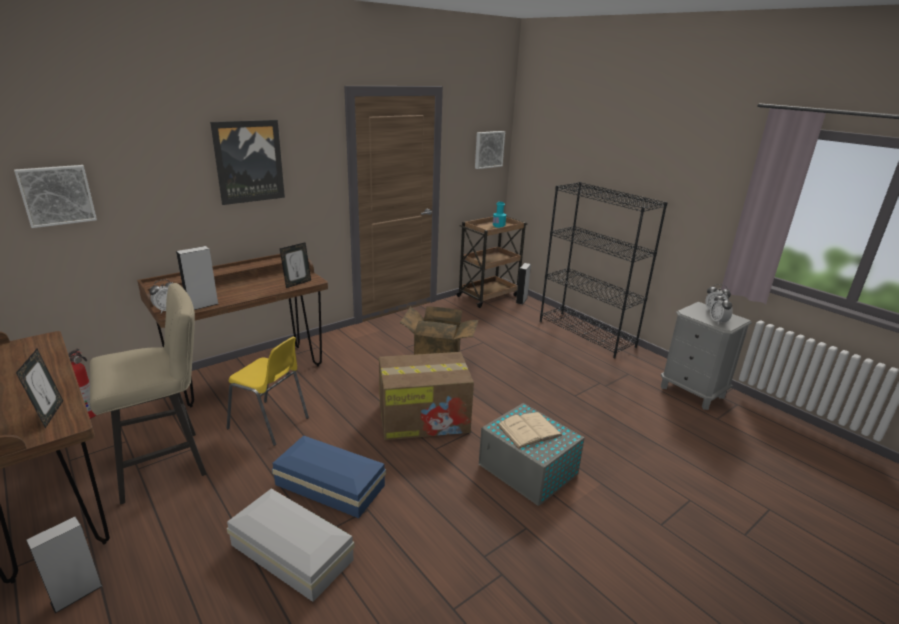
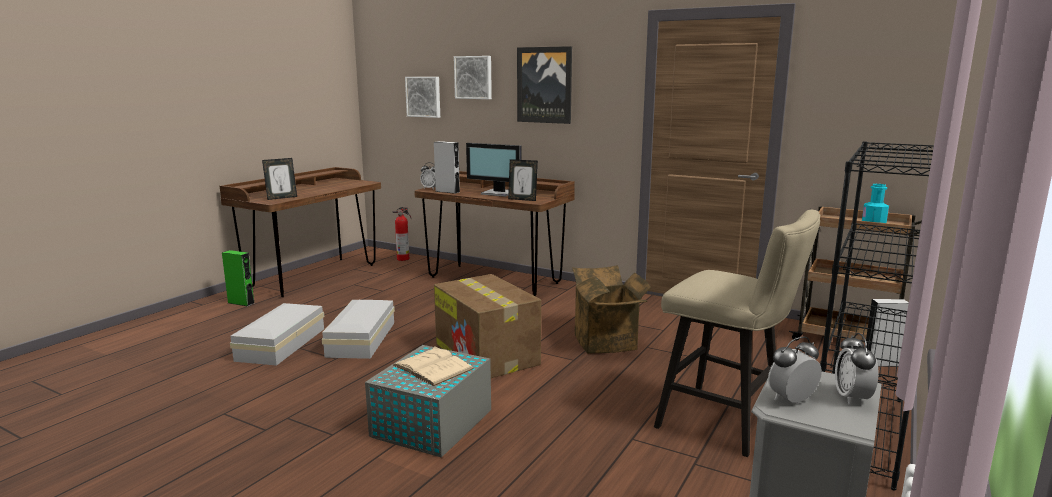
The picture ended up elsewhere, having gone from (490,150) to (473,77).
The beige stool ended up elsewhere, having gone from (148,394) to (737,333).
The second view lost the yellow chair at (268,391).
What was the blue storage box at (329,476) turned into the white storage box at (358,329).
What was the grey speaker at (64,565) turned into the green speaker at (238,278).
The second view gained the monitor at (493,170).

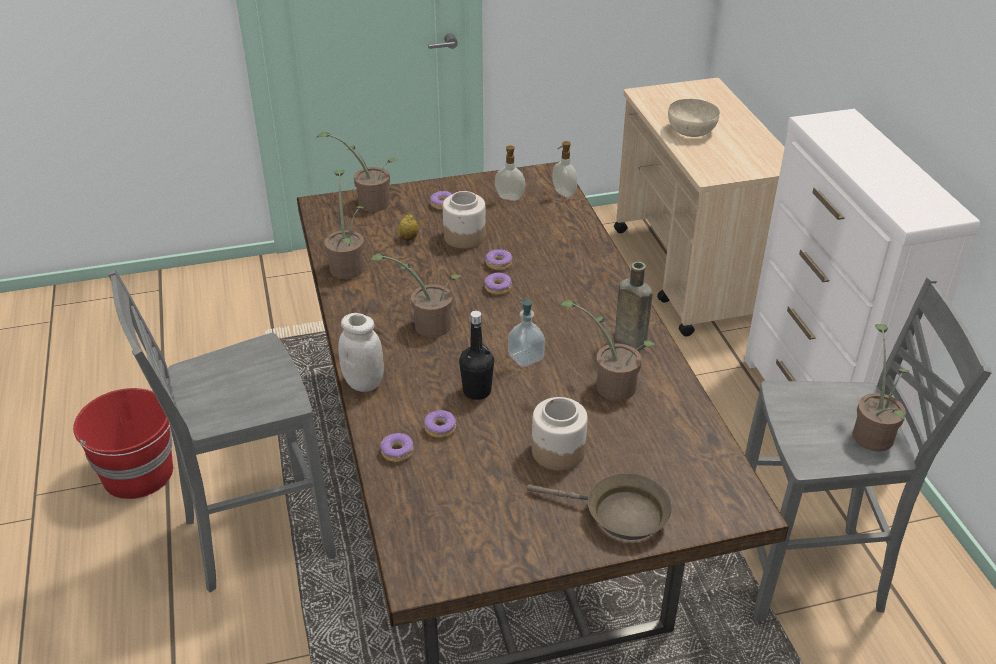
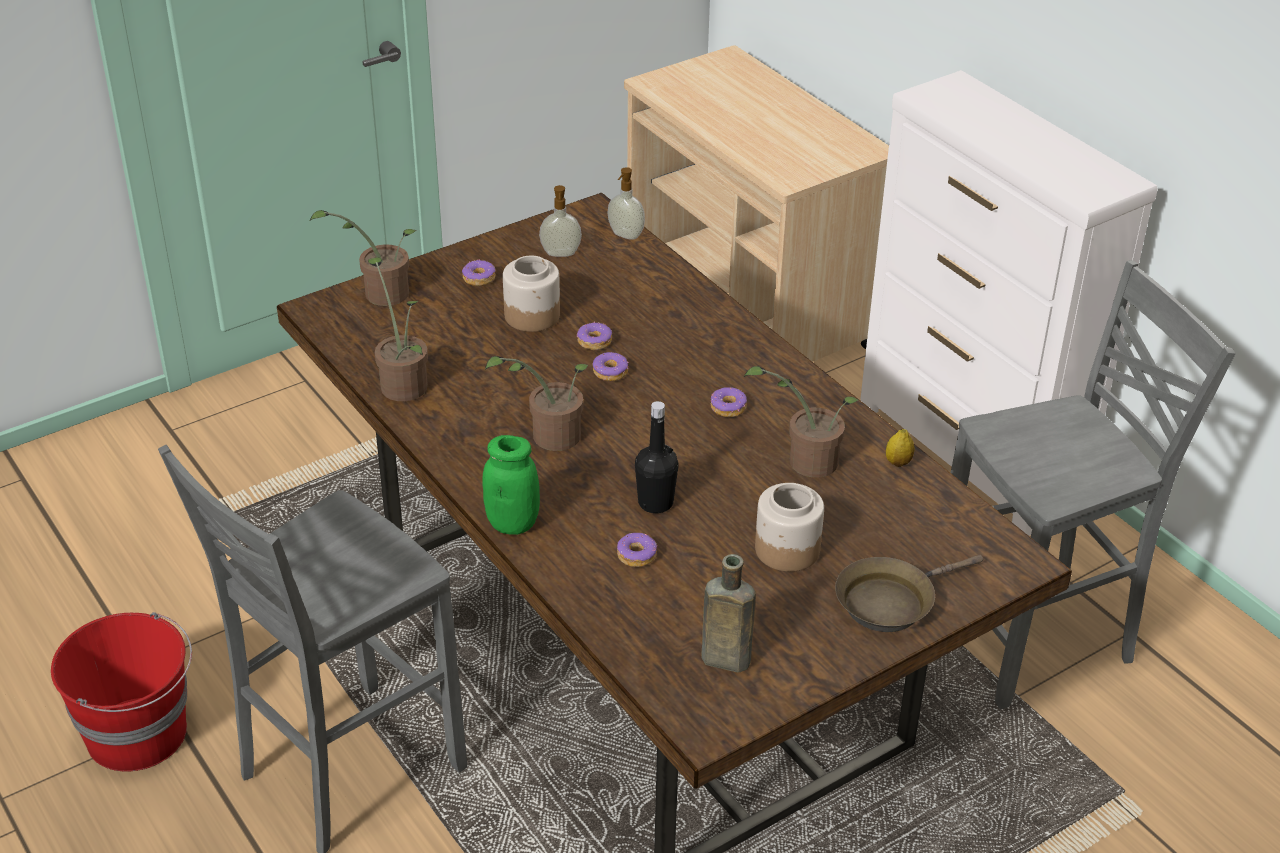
The second view lost the beige bowl at (694,118).
The lemon ended up elsewhere, having gone from (408,227) to (900,448).
The brown bottle ended up elsewhere, having gone from (634,306) to (728,613).
The second view lost the soap dispenser at (526,333).
What was the white jar at (361,352) turned into the green jar at (511,485).
The second view lost the potted plant at (881,388).
The donut ended up elsewhere, having gone from (397,447) to (729,402).
The brown frying pan at (599,506) ended up facing another way, 150 degrees clockwise from before.

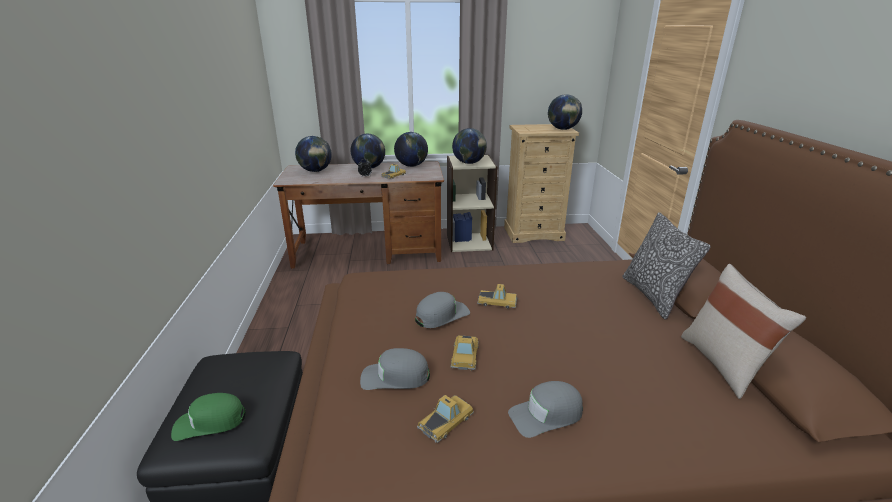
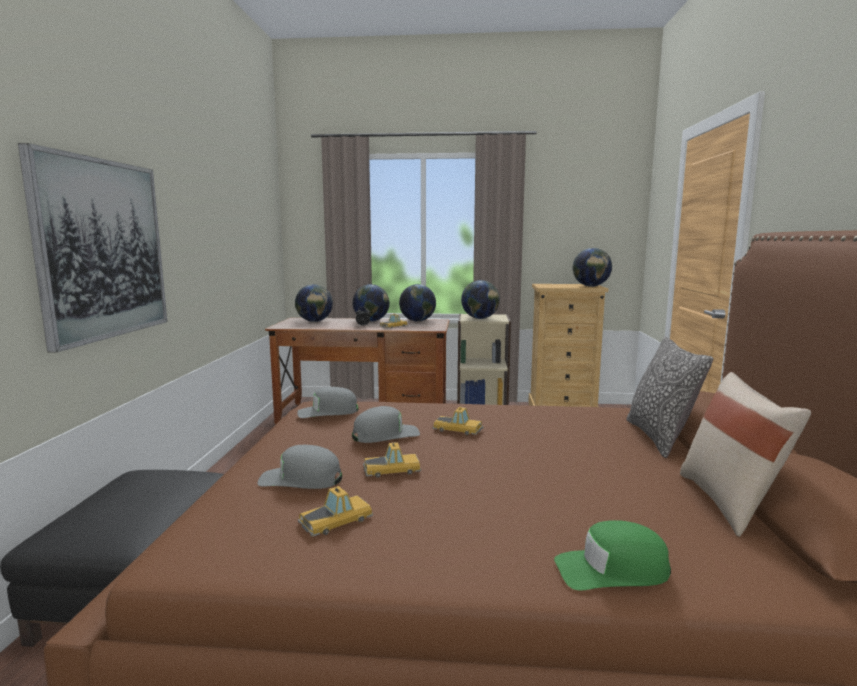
The toy car at (464,353) ended up facing another way, 120 degrees counterclockwise from before.
The grey cap ended up elsewhere, having gone from (545,409) to (327,402).
The green cap ended up elsewhere, having gone from (208,417) to (612,555).
The second view gained the picture at (92,248).

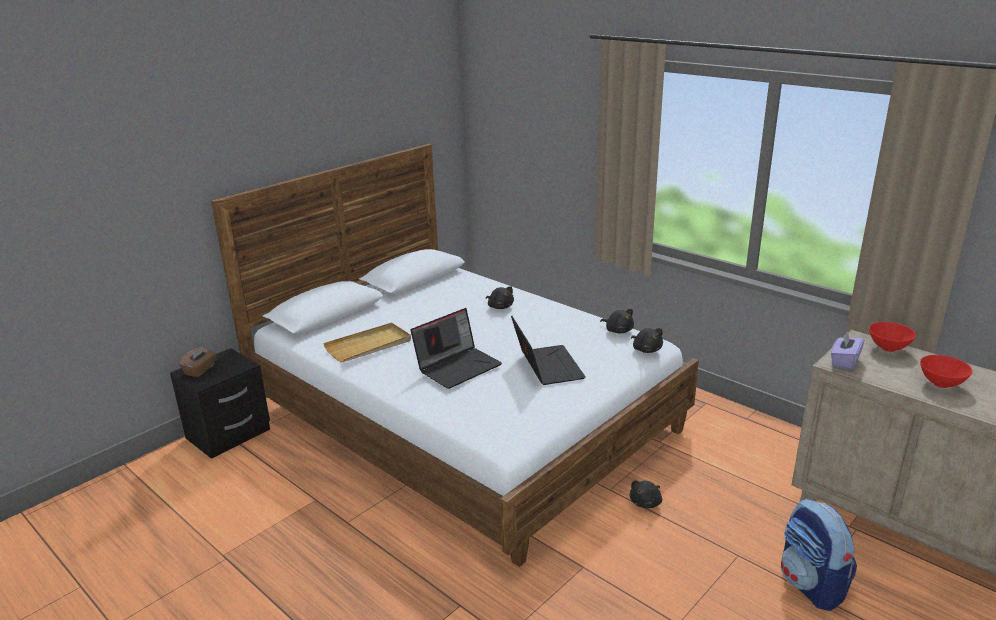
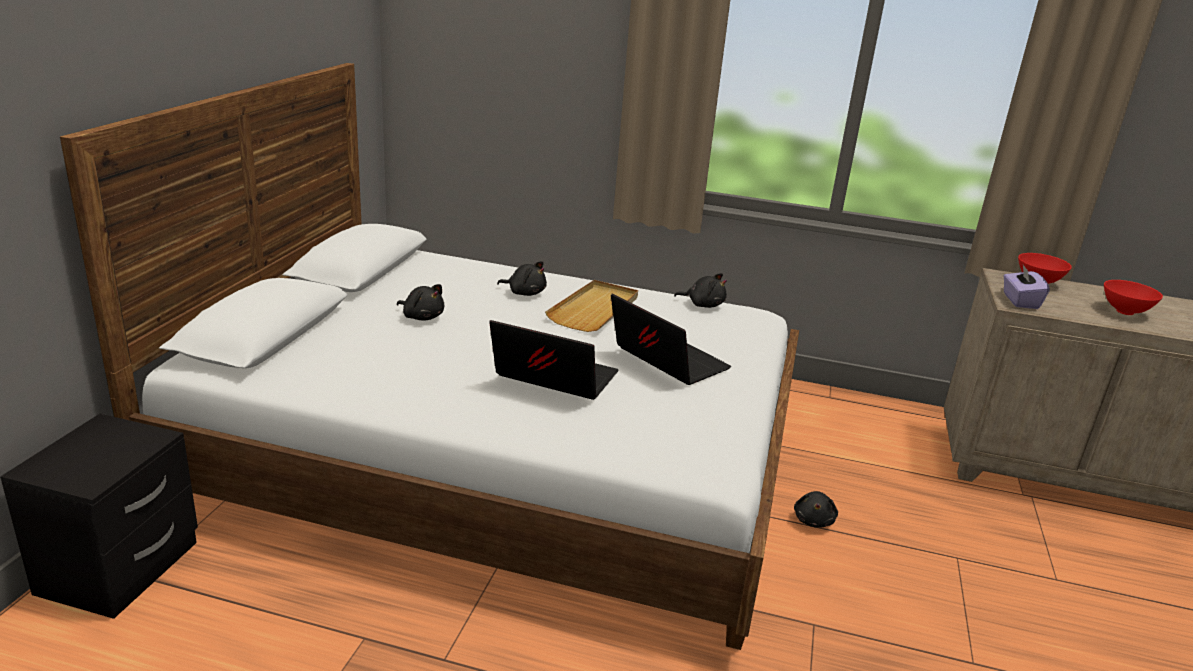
The laptop at (456,348) ended up facing another way, 90 degrees counterclockwise from before.
The beige tray ended up elsewhere, having gone from (367,342) to (591,306).
The black plush toy ended up elsewhere, having gone from (647,340) to (420,302).
The second view lost the brown tissue box at (197,361).
The second view lost the backpack at (819,554).

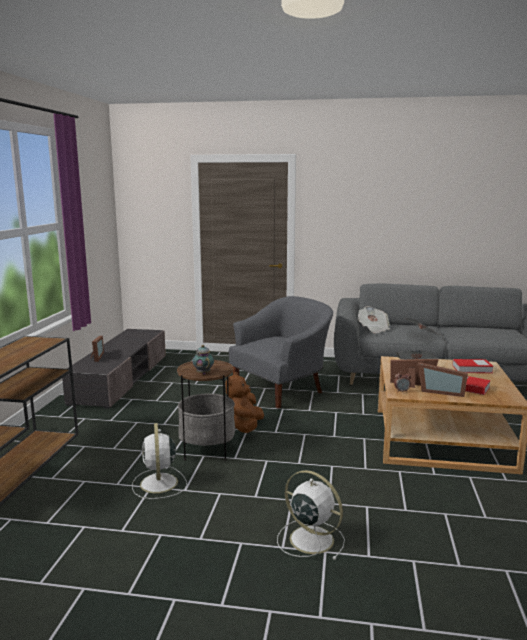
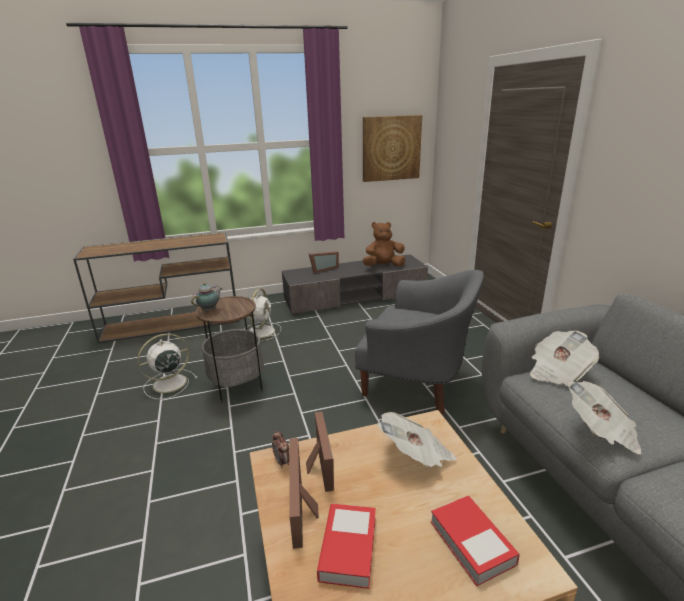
The brown plush toy ended up elsewhere, having gone from (244,402) to (384,244).
The white fan ended up elsewhere, having gone from (311,515) to (264,315).
The second view gained the picture at (392,148).

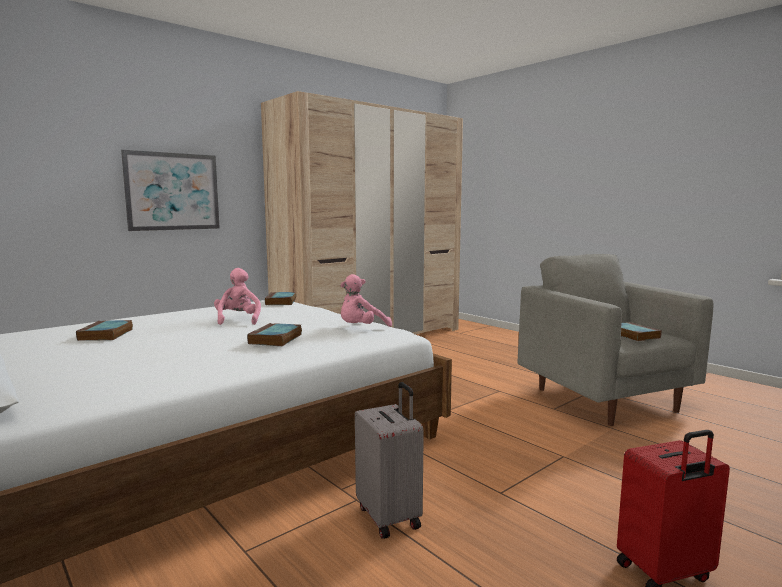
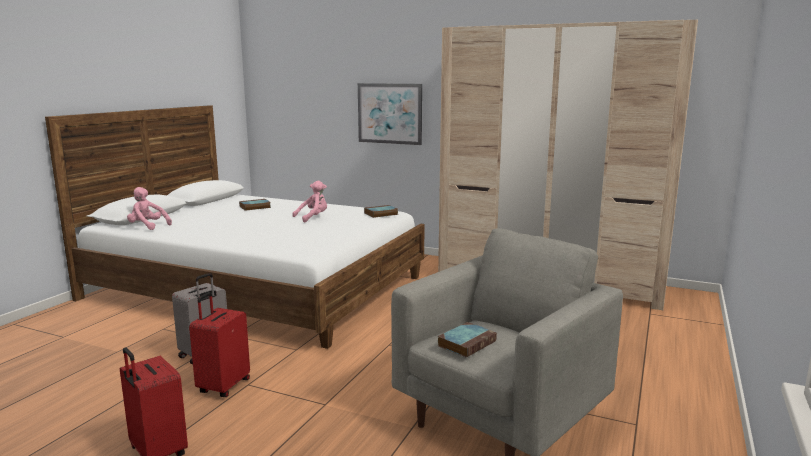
The pink plush toy ended up elsewhere, having gone from (366,300) to (149,208).
The second view lost the book at (274,334).
The second view gained the red suitcase at (219,344).

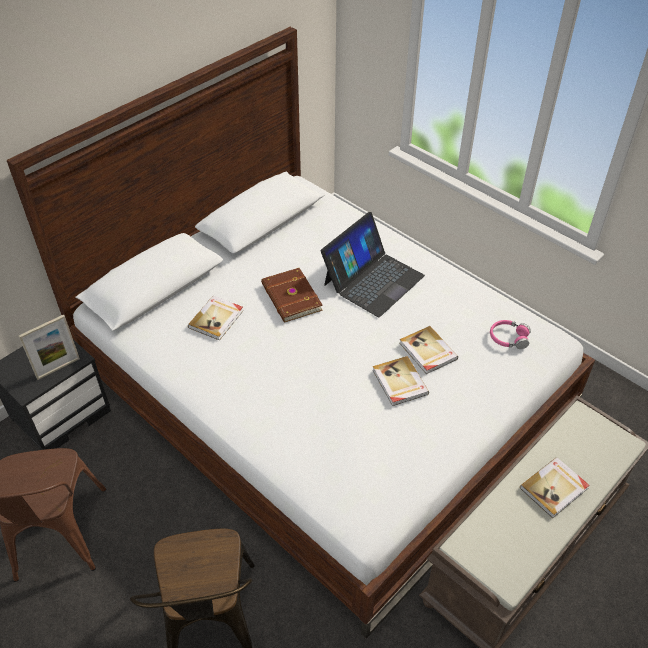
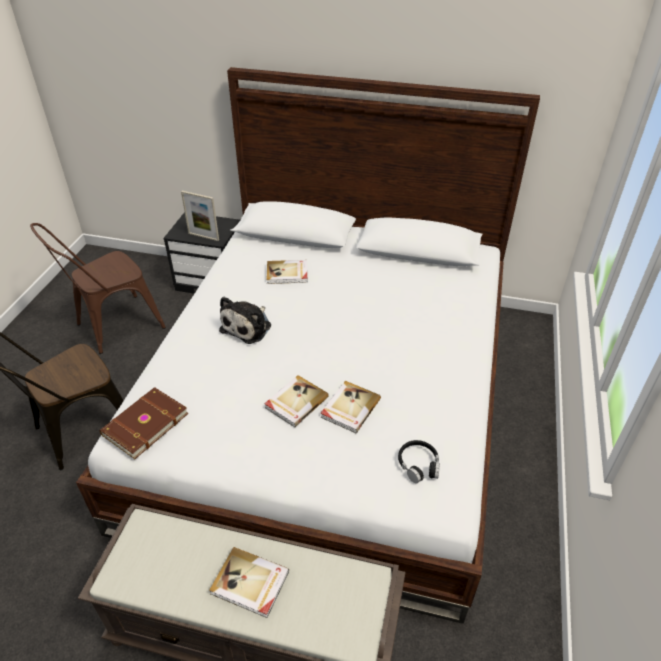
The second view lost the laptop at (373,264).
The brown book ended up elsewhere, having gone from (292,295) to (144,423).
What was the pink headphones at (510,334) turned into the black headphones at (419,462).
The second view gained the plush toy at (245,320).

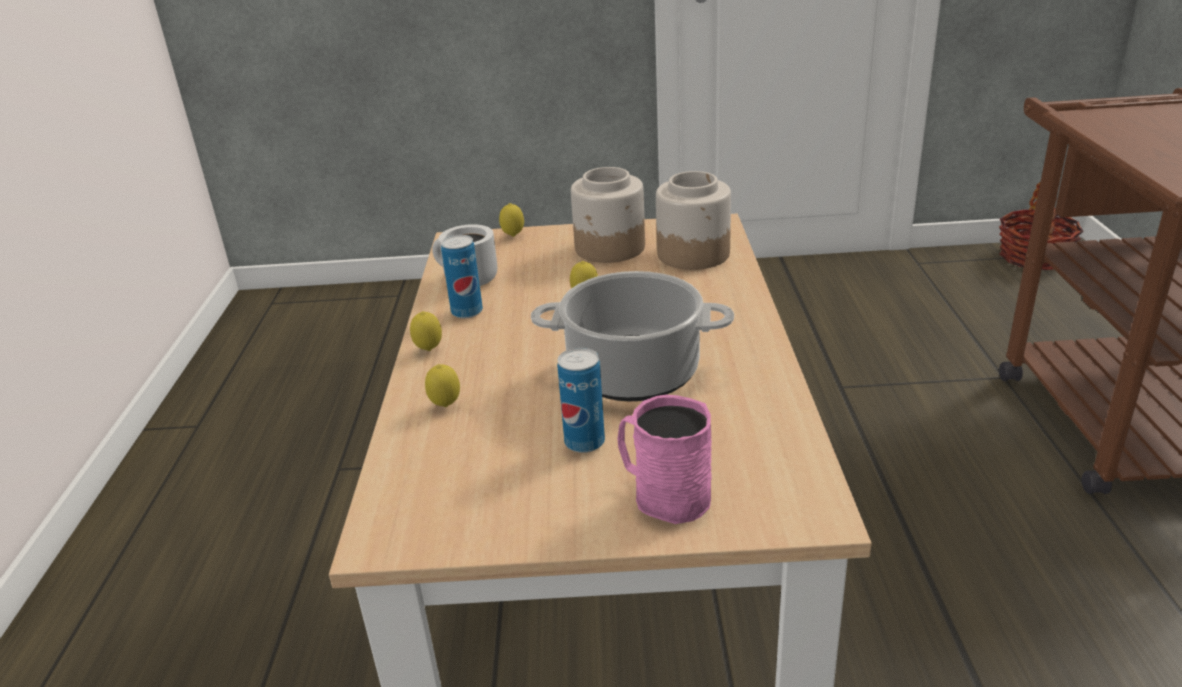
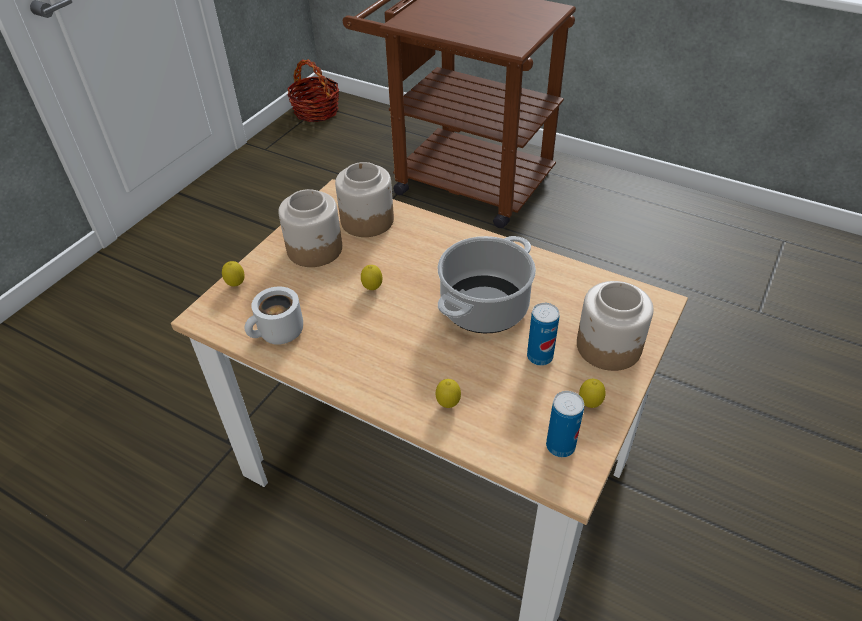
The can ended up elsewhere, having gone from (462,276) to (565,424).
The lemon ended up elsewhere, having gone from (426,331) to (592,393).
Where the pink mug stood at (664,459), the jar came to stand at (615,326).

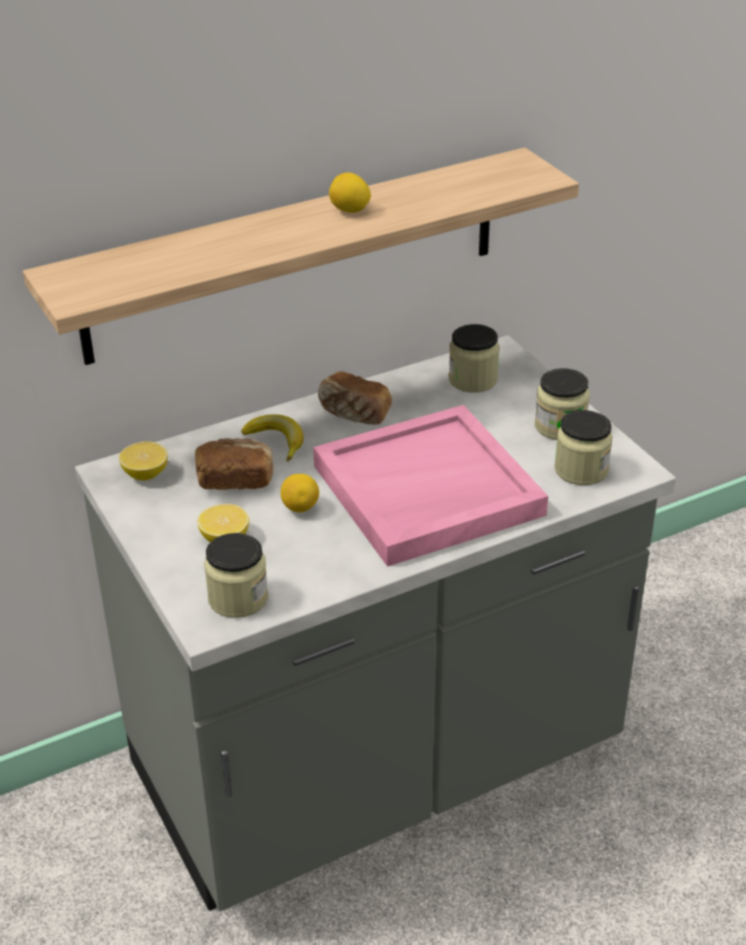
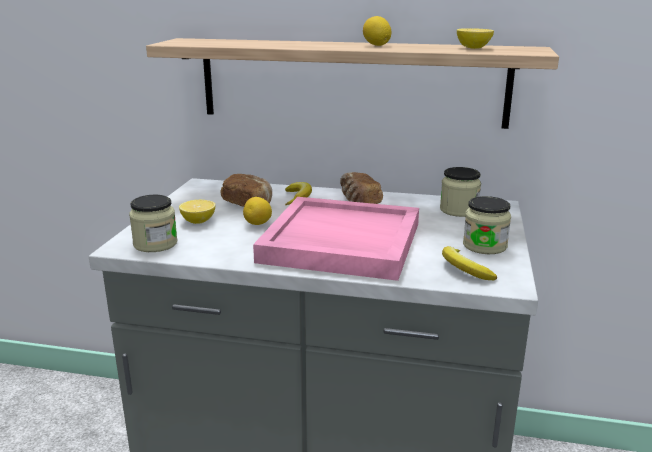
Where the jar stood at (583,447), the banana came to stand at (469,263).
The lemon ended up elsewhere, having gone from (143,460) to (475,38).

